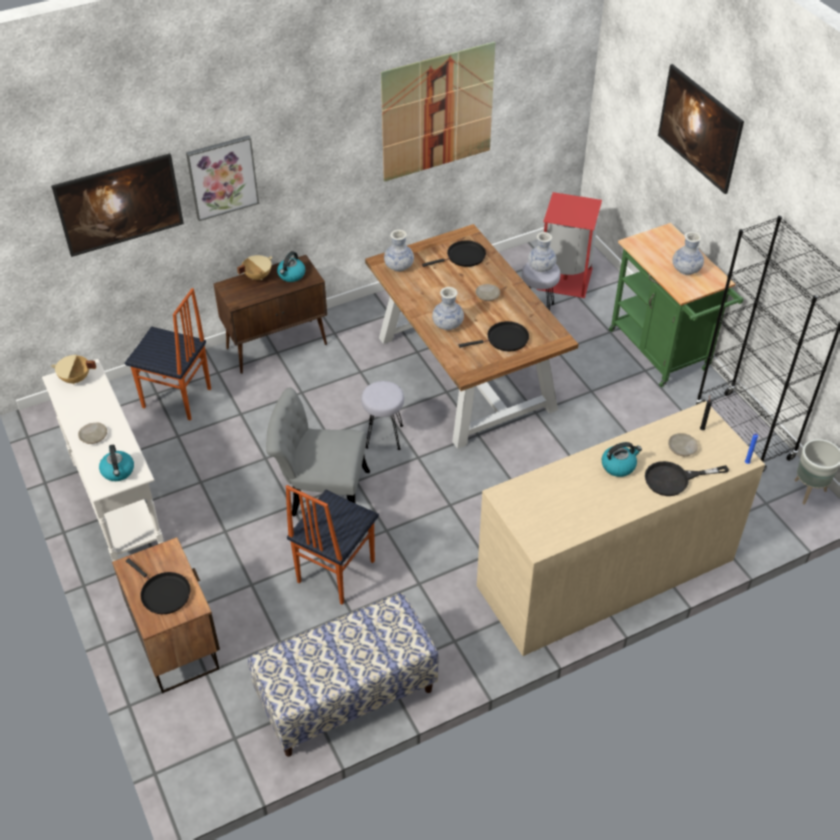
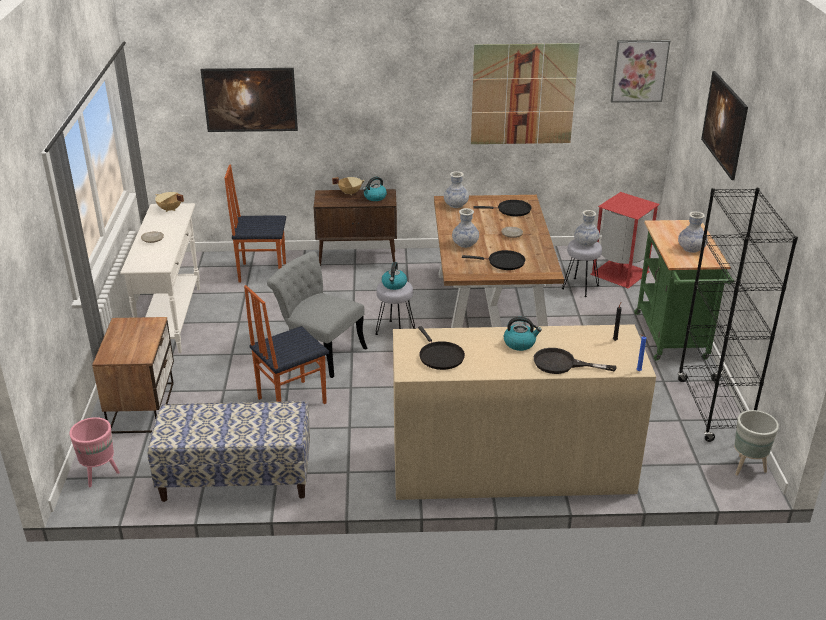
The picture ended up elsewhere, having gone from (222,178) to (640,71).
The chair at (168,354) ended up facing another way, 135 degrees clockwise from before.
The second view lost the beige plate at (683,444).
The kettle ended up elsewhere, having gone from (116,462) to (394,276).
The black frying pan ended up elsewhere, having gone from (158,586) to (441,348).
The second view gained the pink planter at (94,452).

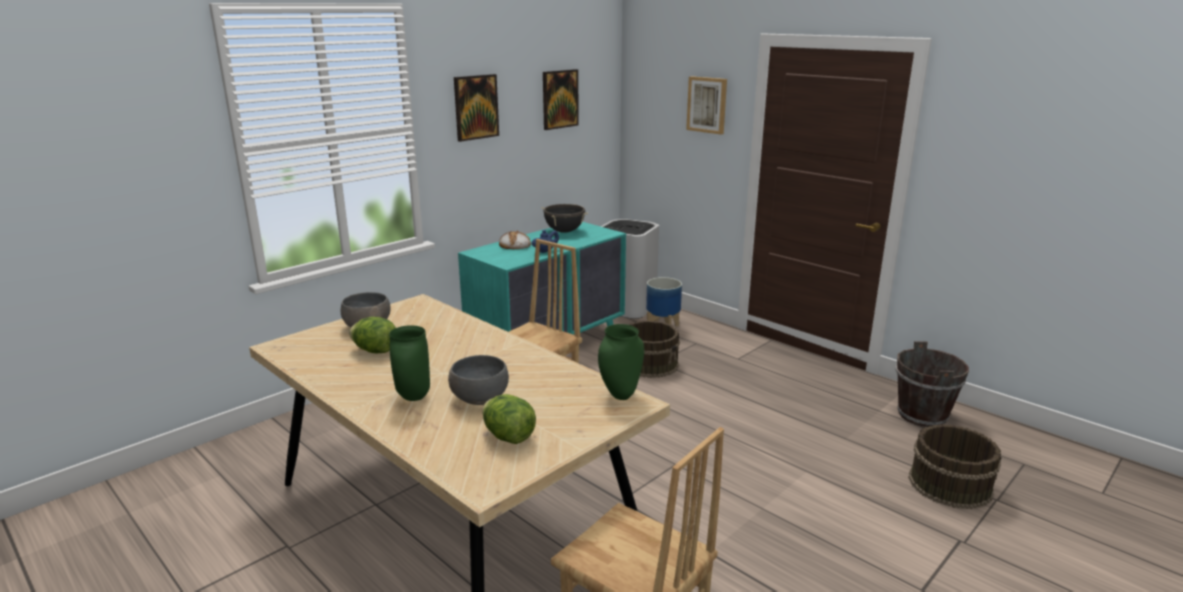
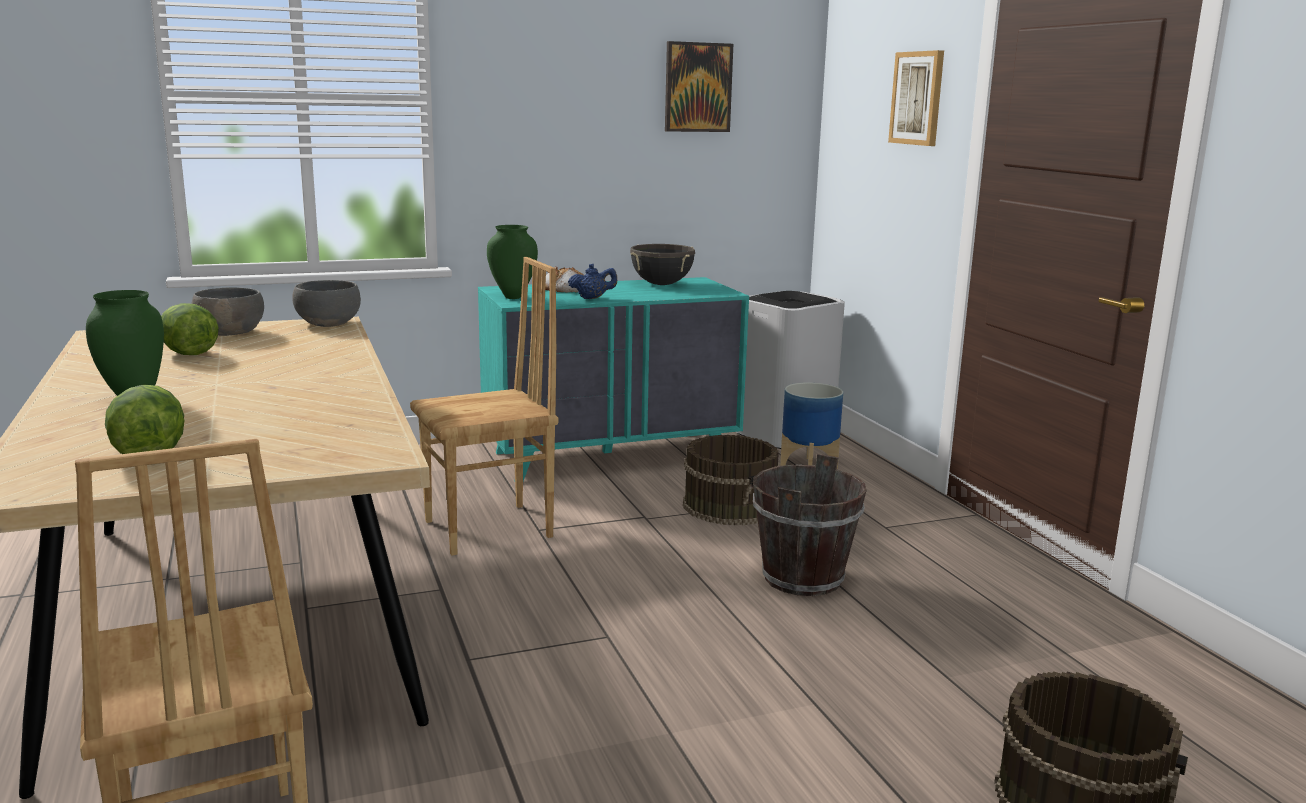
The second view lost the picture at (476,108).
The green vase ended up elsewhere, having gone from (621,362) to (512,262).
The brown bucket ended up elsewhere, having gone from (932,384) to (809,525).
The grey bowl ended up elsewhere, having gone from (478,380) to (326,303).

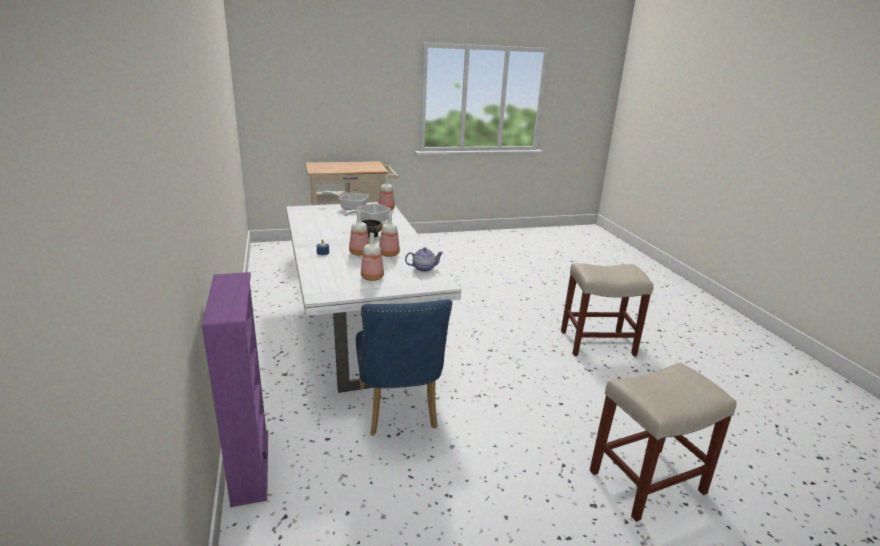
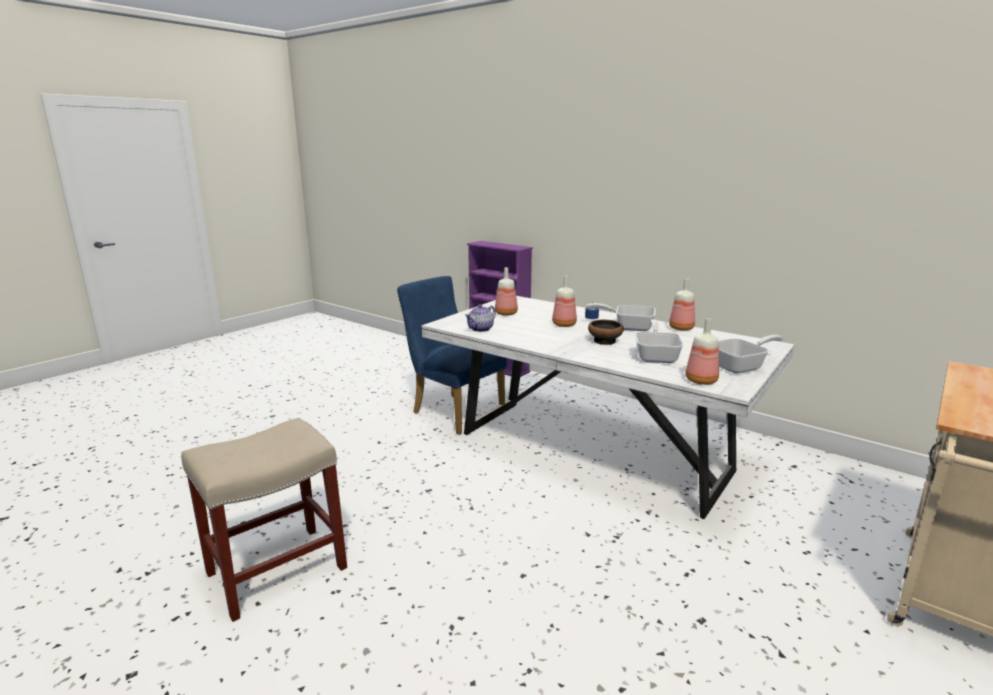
The bottle ended up elsewhere, having gone from (389,235) to (682,304).
The second view lost the beige stool at (663,442).
The second view gained the frying pan at (621,317).

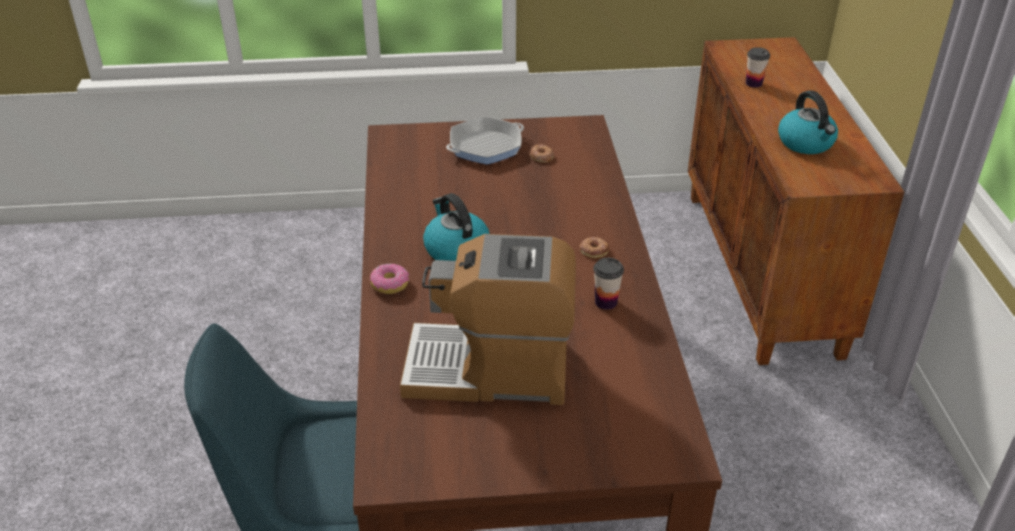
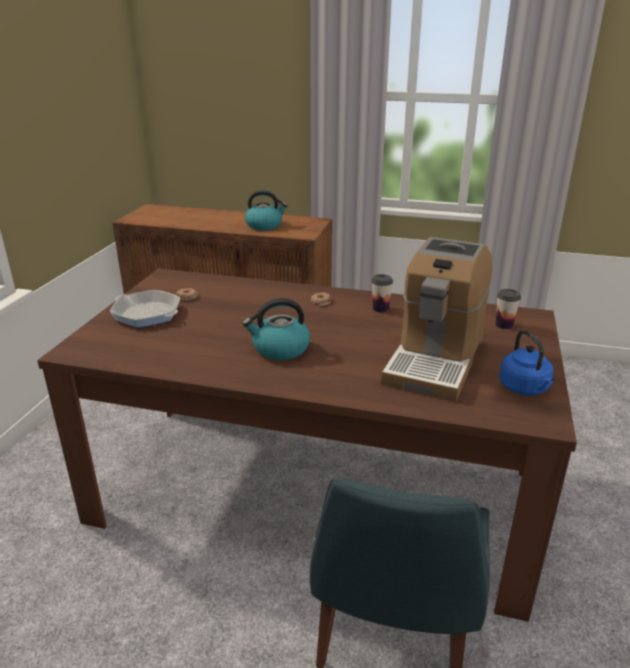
The cup ended up elsewhere, having gone from (758,67) to (508,309).
The frying pan at (485,140) ended up facing another way, 45 degrees counterclockwise from before.
The second view lost the donut at (389,278).
The second view gained the blue kettle at (527,363).

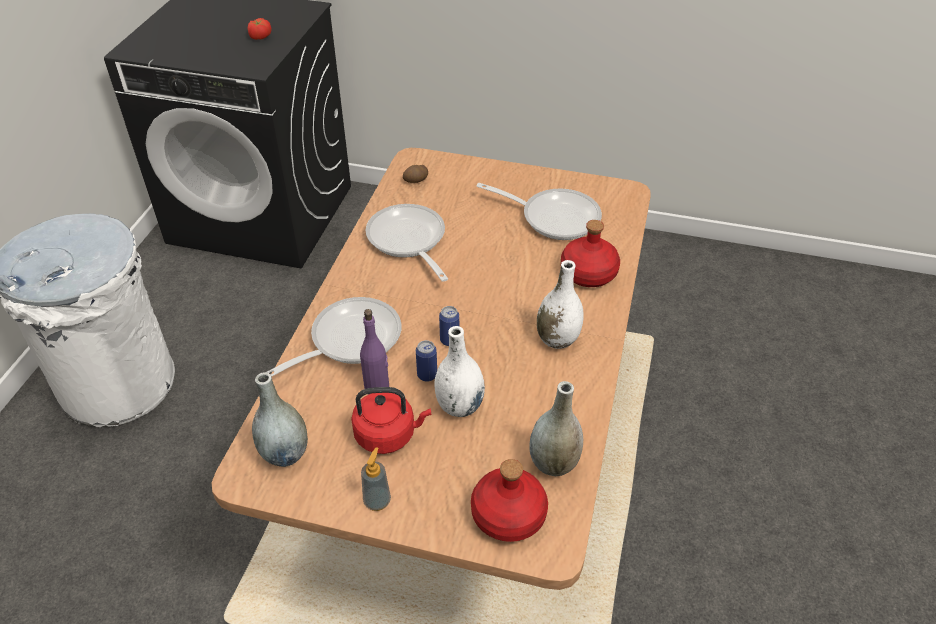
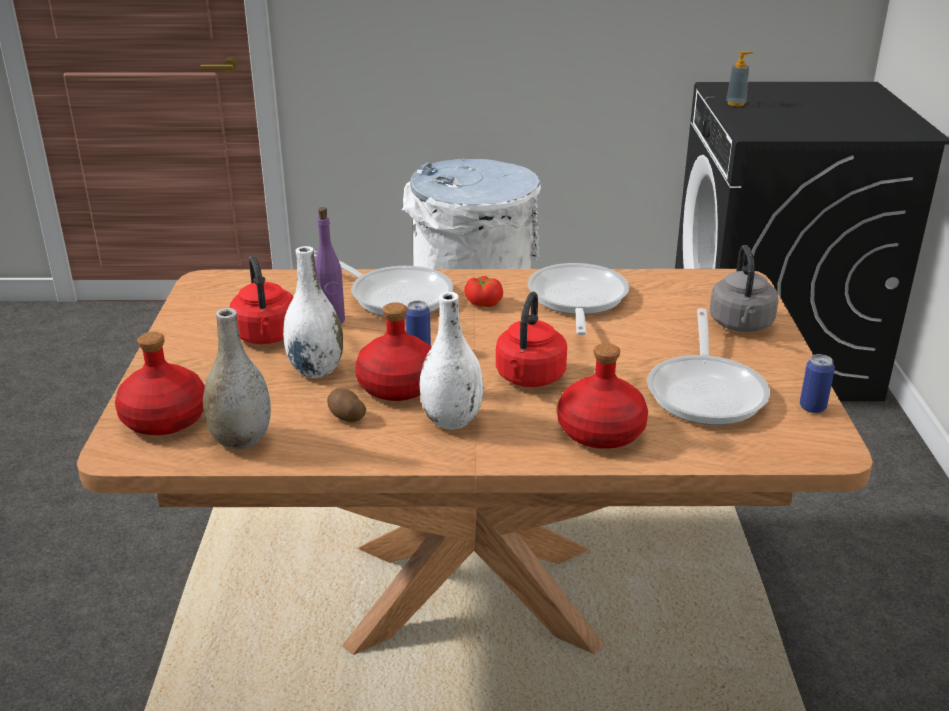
The tomato ended up elsewhere, having gone from (259,29) to (483,291).
The potato ended up elsewhere, having gone from (415,174) to (346,405).
The frying pan at (407,243) ended up facing another way, 45 degrees counterclockwise from before.
The can ended up elsewhere, having gone from (426,361) to (817,383).
The second view lost the grey vase at (280,419).
The soap dispenser ended up elsewhere, having gone from (376,479) to (739,78).
The second view gained the grey kettle at (744,288).
The second view gained the red kettle at (531,339).
The second view gained the red bottle at (393,351).

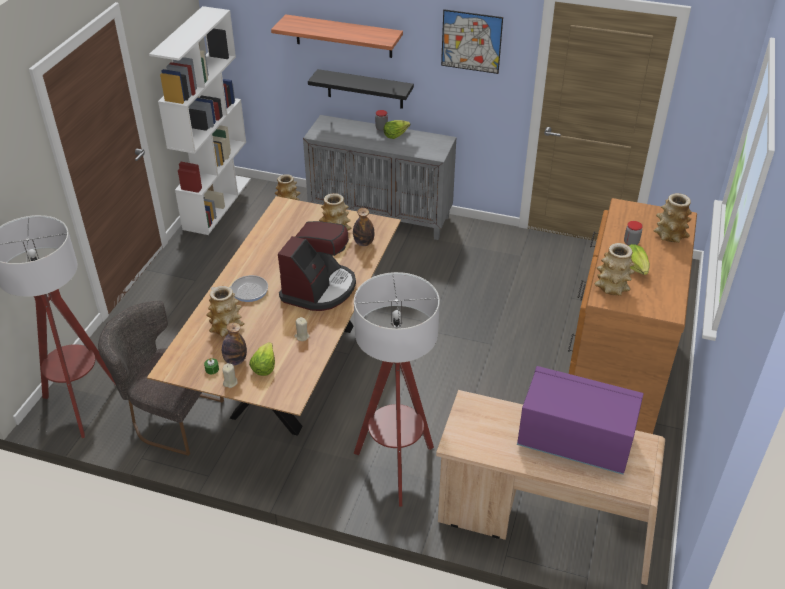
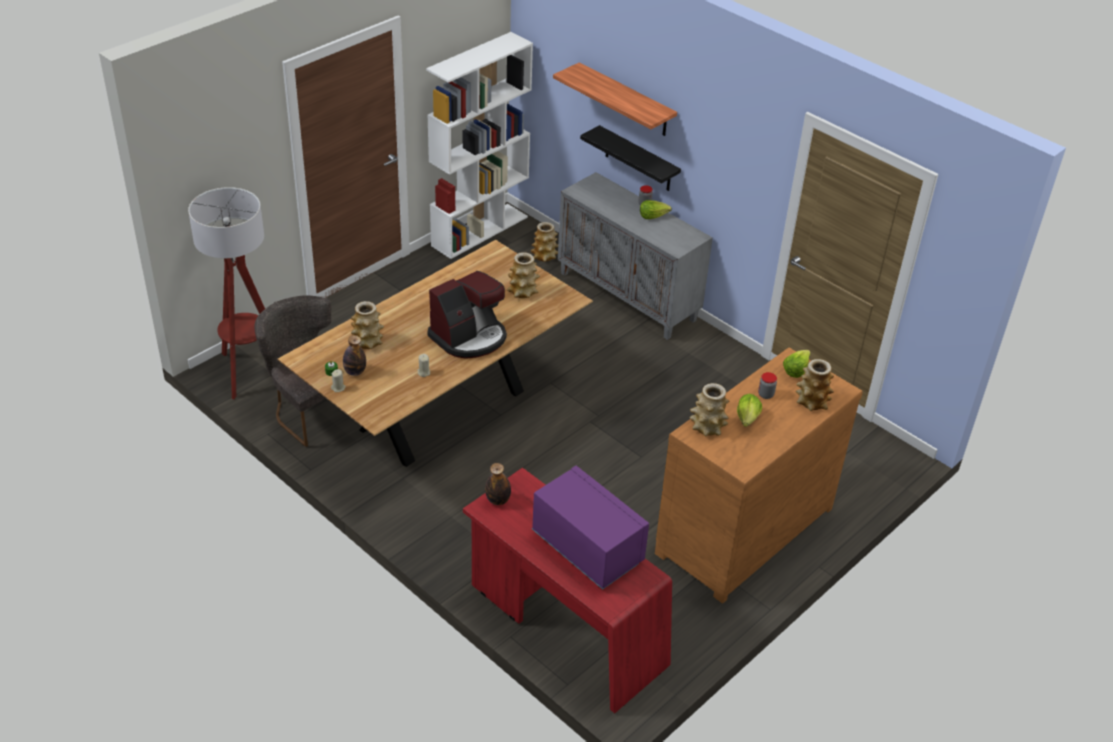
The second view lost the picture at (472,41).
The bottle ended up elsewhere, having gone from (363,227) to (498,484).
The second view lost the floor lamp at (397,389).
The second view lost the frying pan at (239,288).
The lettuce ended up elsewhere, having gone from (262,359) to (797,364).
What was the beige desk at (550,487) turned into the red desk at (567,590).

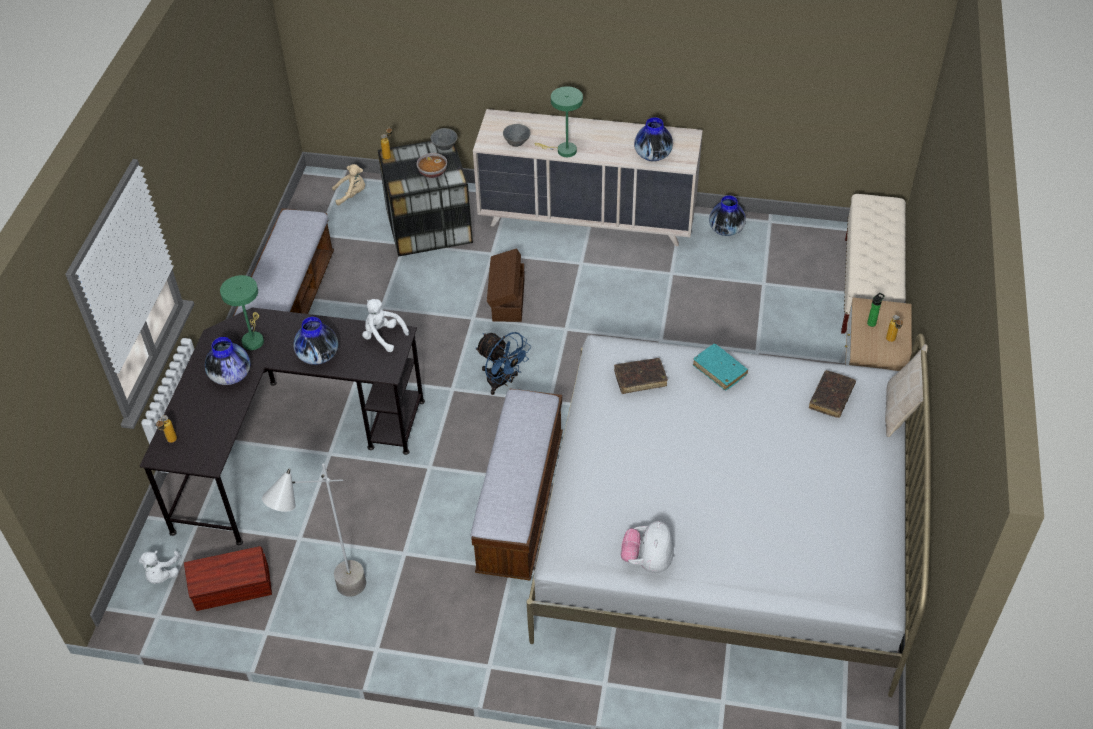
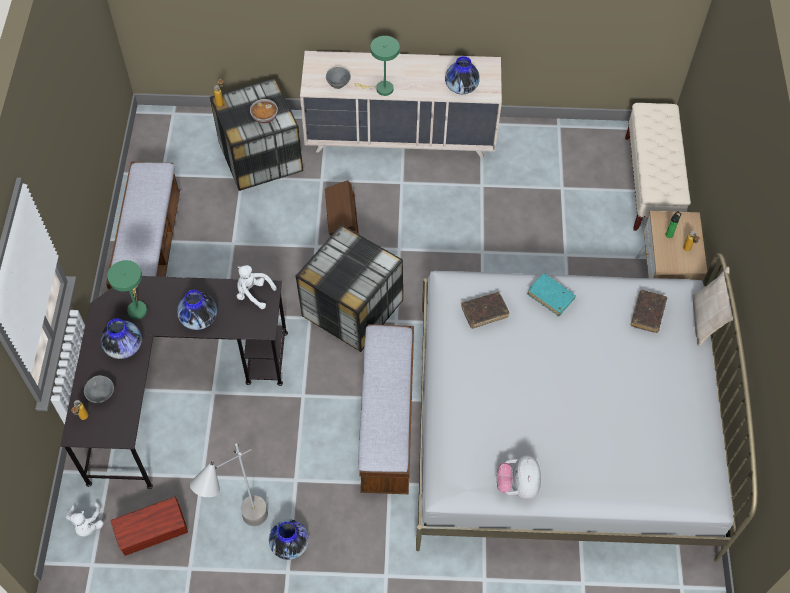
The grey bowl ended up elsewhere, having gone from (444,139) to (99,389).
The second view lost the beige plush toy at (348,184).
The vase ended up elsewhere, having gone from (727,216) to (289,539).
Where the blue fan stood at (503,363), the storage box came to stand at (349,288).

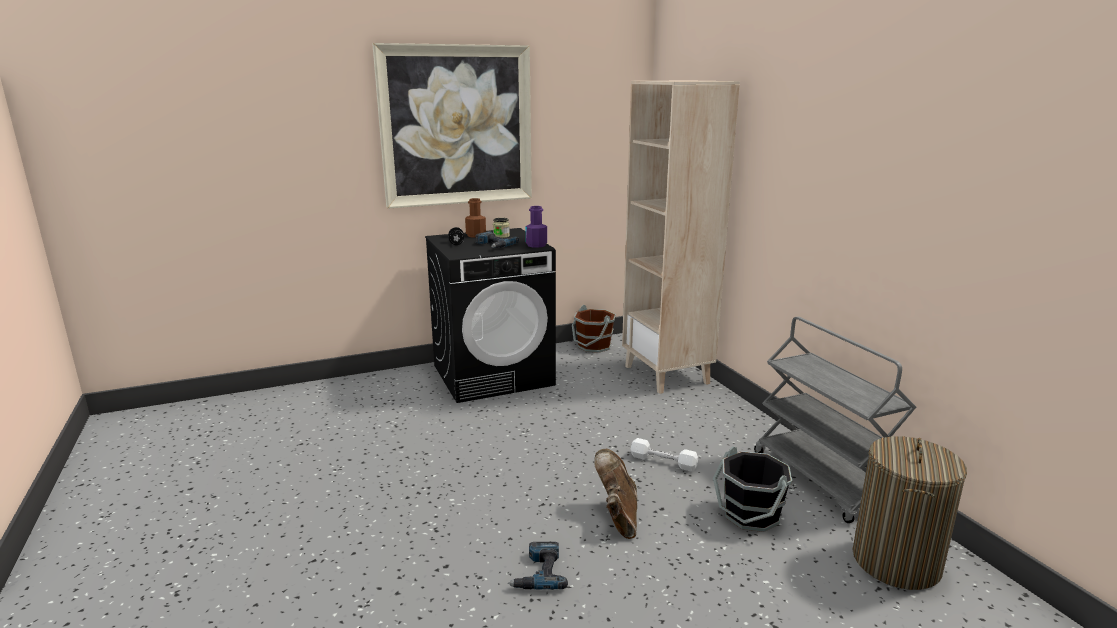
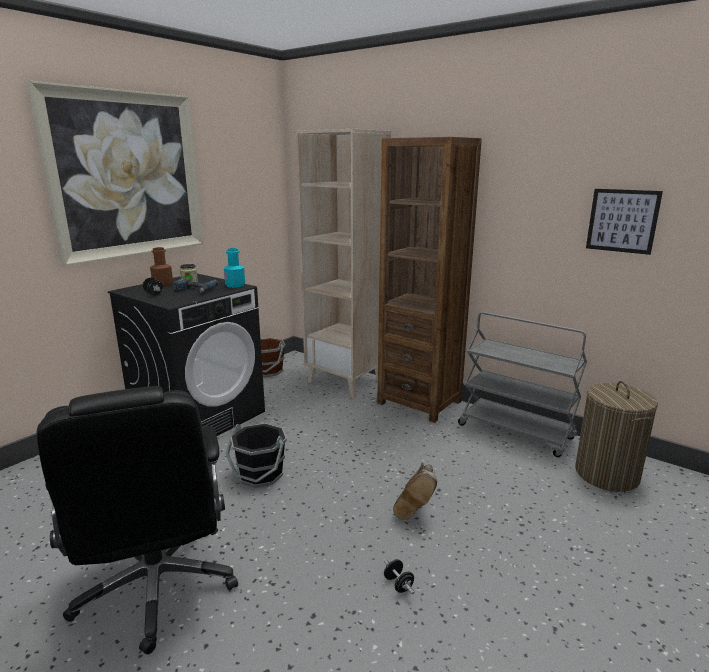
What was the purple bottle at (536,227) turned into the turquoise bottle at (234,268).
The second view lost the white dumbbell at (664,455).
The black bucket ended up elsewhere, having gone from (752,489) to (256,455).
The brown boot at (615,494) ended up facing another way, 135 degrees counterclockwise from before.
Where the power drill stood at (538,565), the black dumbbell came to stand at (399,576).
The second view gained the brown bookcase at (429,280).
The second view gained the picture at (624,222).
The second view gained the black office chair at (137,520).

